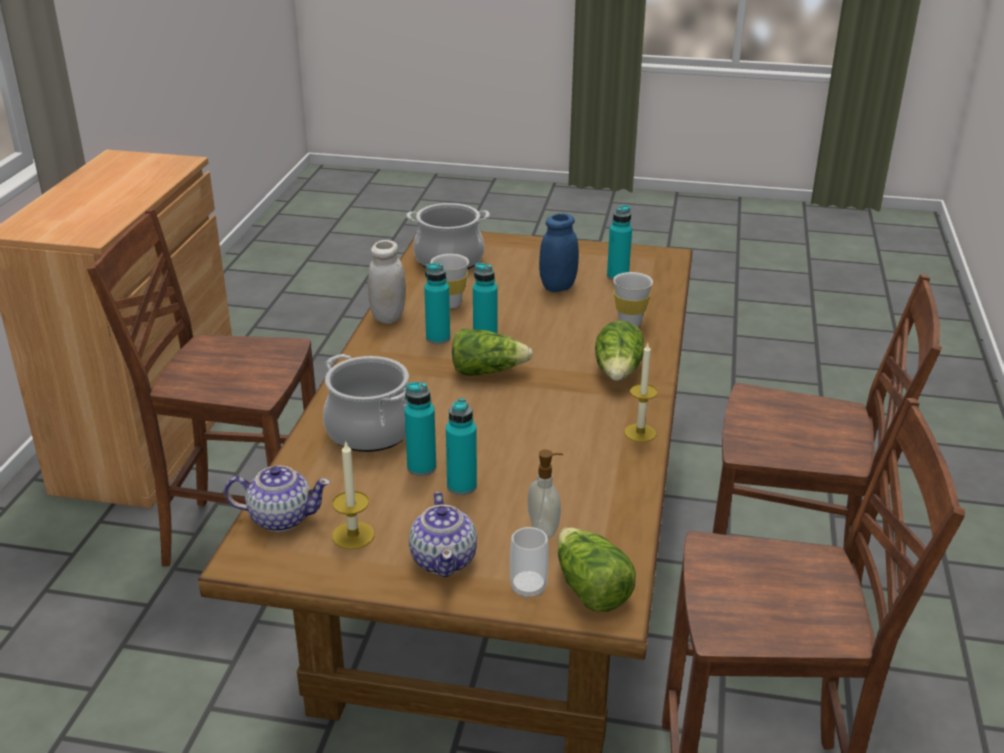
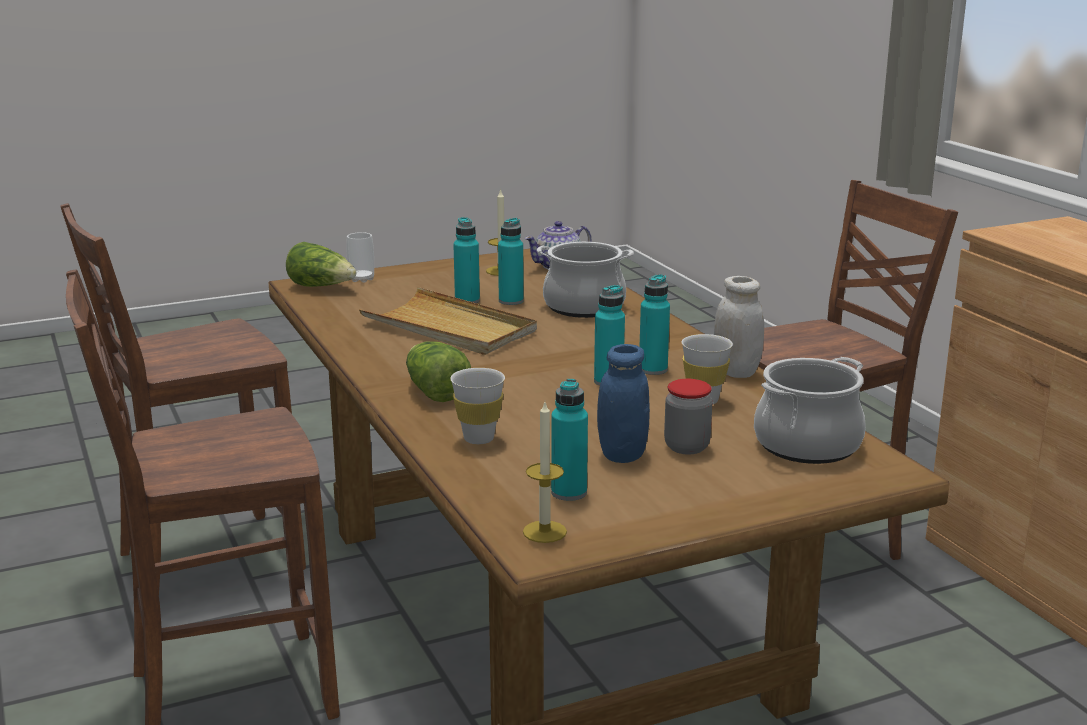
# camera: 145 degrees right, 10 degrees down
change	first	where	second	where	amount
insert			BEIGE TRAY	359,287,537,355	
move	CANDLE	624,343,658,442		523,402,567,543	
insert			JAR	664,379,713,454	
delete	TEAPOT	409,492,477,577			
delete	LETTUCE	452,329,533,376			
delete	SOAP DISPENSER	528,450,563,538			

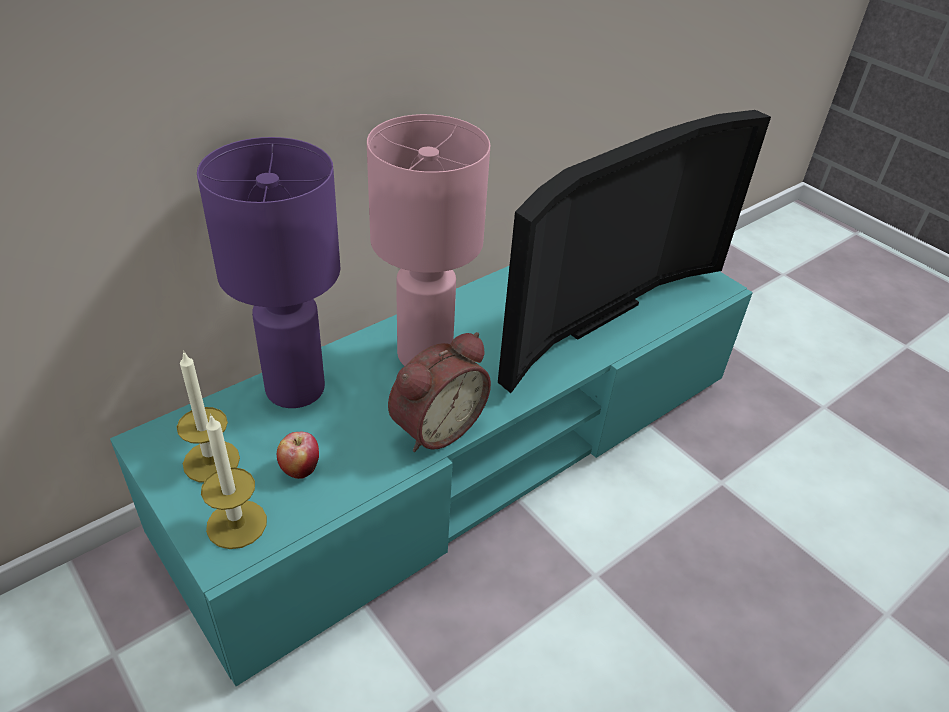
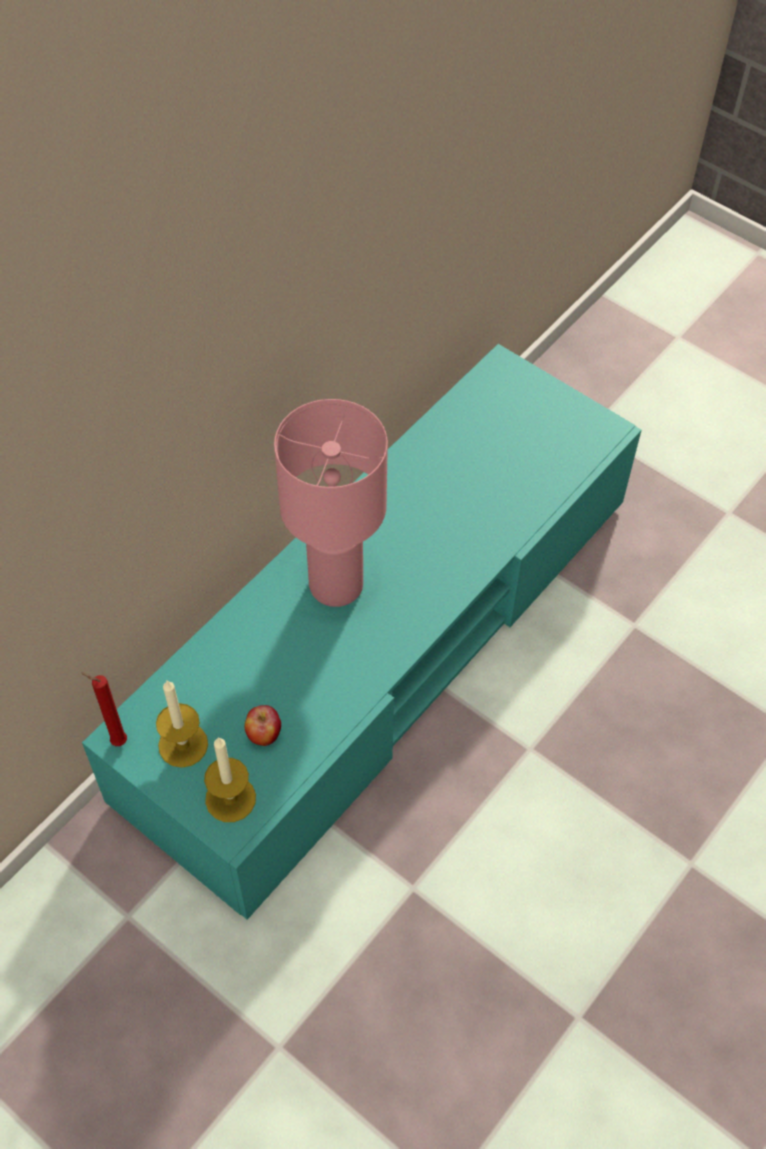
# camera: 10 degrees left, 15 degrees up
change	first	where	second	where	amount
insert			RED CANDLE	81,672,127,746	
delete	PURPLE TABLE LAMP	197,137,340,408			
delete	ALARM CLOCK	388,332,491,452			
delete	TELEVISION	498,110,771,393			

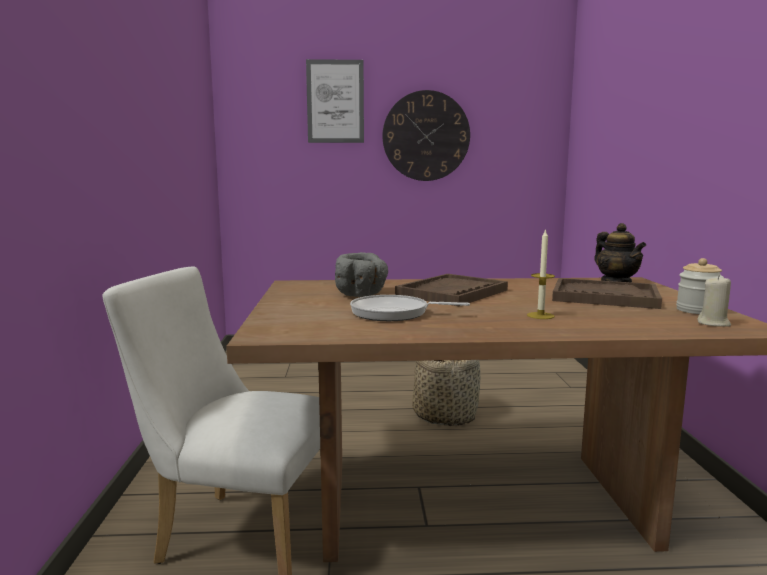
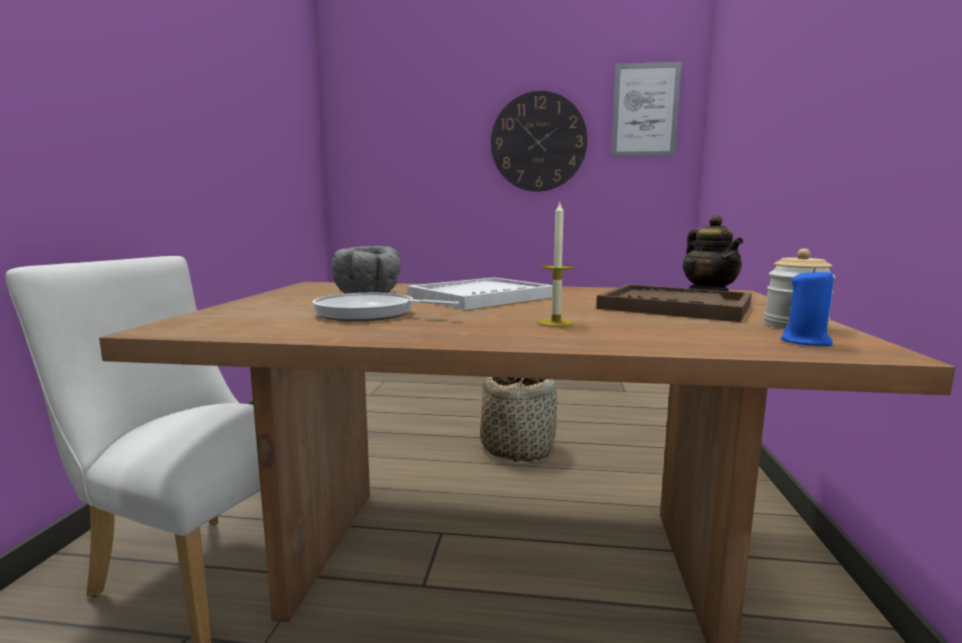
# camera: 10 degrees right, 0 degrees up
change	first	where	second	where	amount
recolor	BROWN TRAY	395,274,508,306	WHITE TRAY	407,277,553,310	
move	PICTURE	306,59,364,143		611,62,682,157	
recolor	BEIGE CANDLE	697,275,731,327	BLUE CANDLE	781,267,834,346	

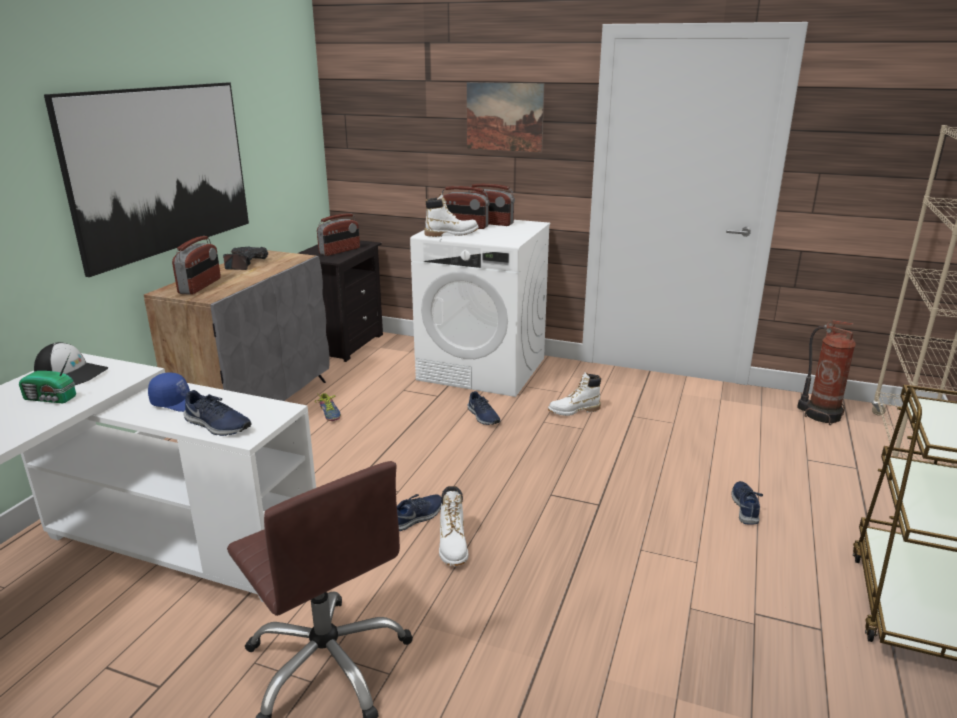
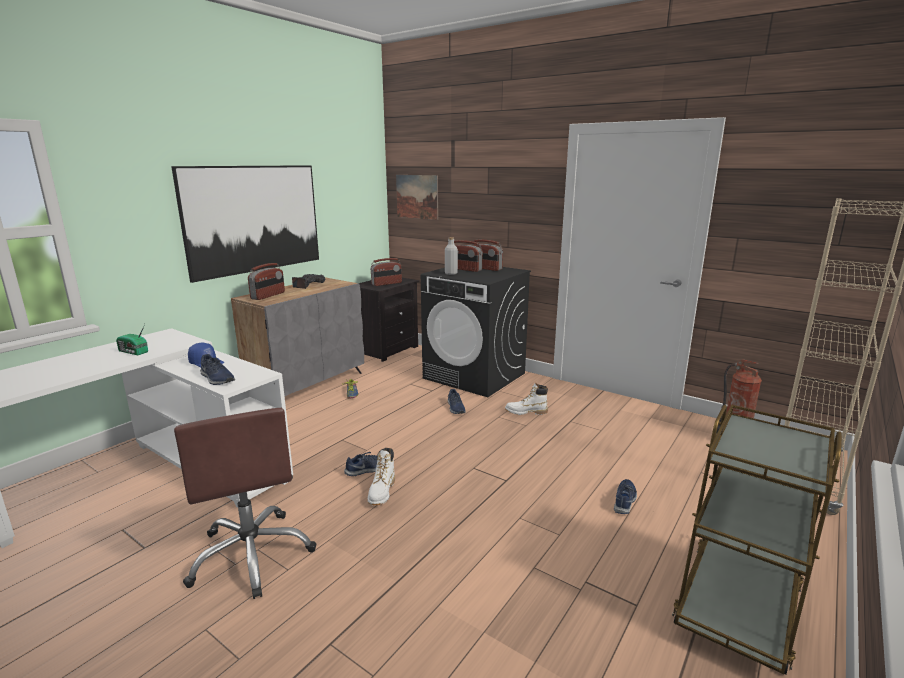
# camera: 15 degrees right, 5 degrees down
change	first	where	second	where	amount
move	PICTURE	467,82,545,152		396,175,438,220	
recolor	WHITE WASHING MACHINE	410,220,550,397	BLACK WASHING MACHINE	421,267,531,397	
replace	WHITE BOOT	424,193,479,237	GREY BOTTLE	445,237,458,275	
delete	CAP	34,342,108,385			

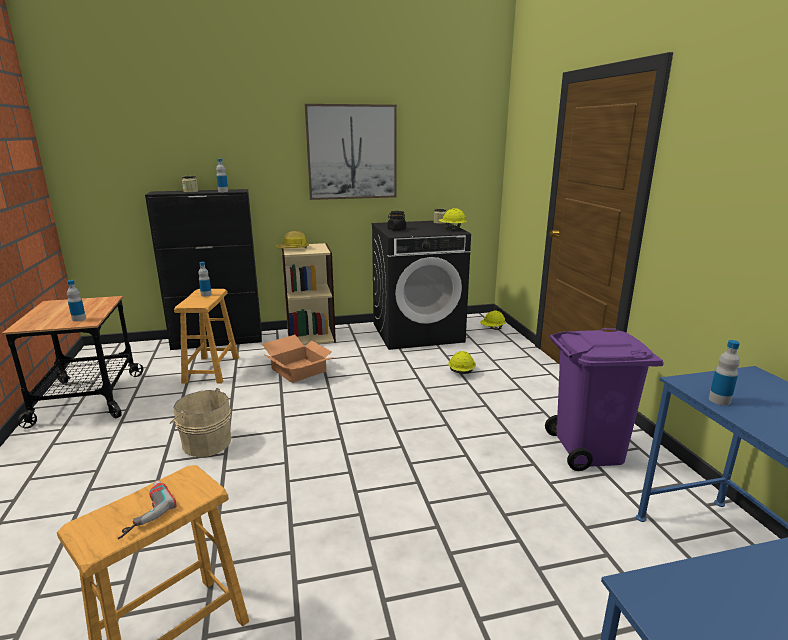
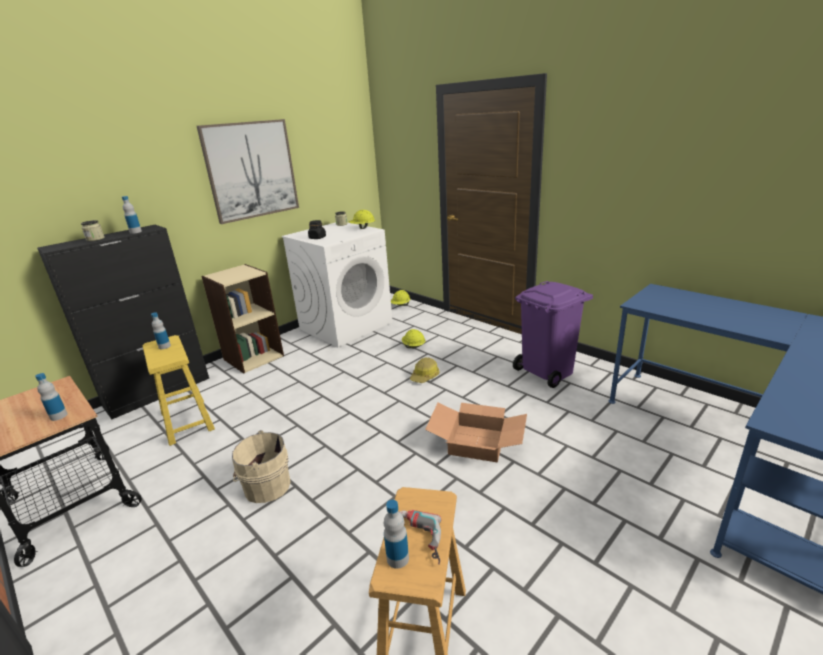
# camera: 30 degrees left, 5 degrees up
change	first	where	second	where	amount
recolor	BROWN STOOL	174,289,239,384	YELLOW STOOL	142,335,215,446	
recolor	BLACK WASHING MACHINE	372,221,471,350	WHITE WASHING MACHINE	282,223,393,347	
move	BOTTLE	709,340,740,405		384,500,409,569	
move	HARD HAT	276,231,309,248		410,357,440,383	
move	CARDBOARD BOX	262,335,334,383		425,403,527,463	

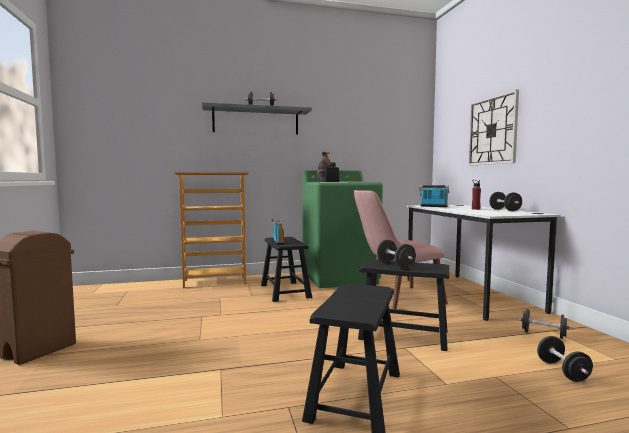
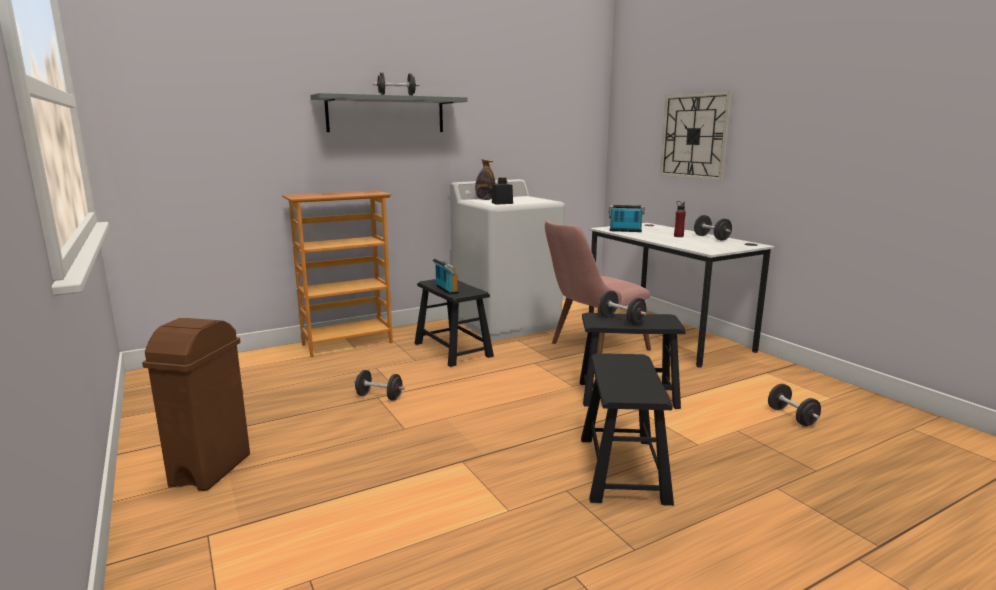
# camera: 15 degrees left, 10 degrees up
change	first	where	second	where	amount
move	BLACK DUMBBELL	517,309,574,339		354,370,405,401	
recolor	GREEN WASHING MACHINE	302,170,383,288	WHITE WASHING MACHINE	450,179,565,341	

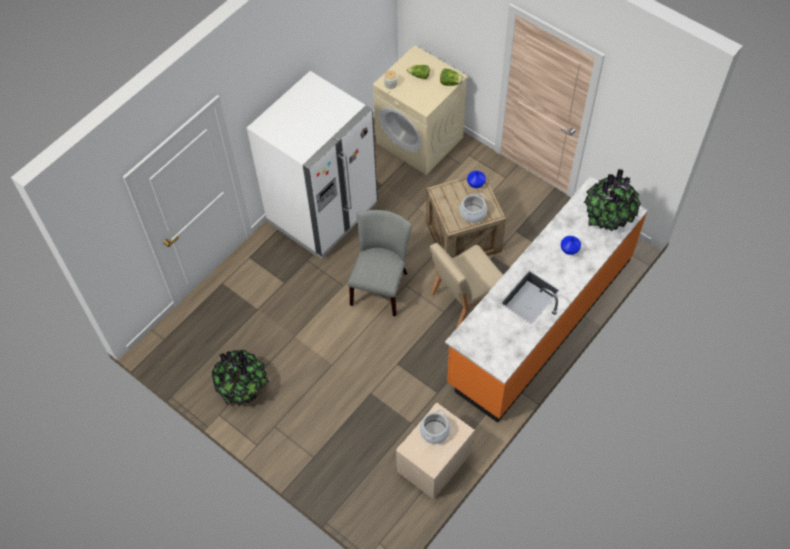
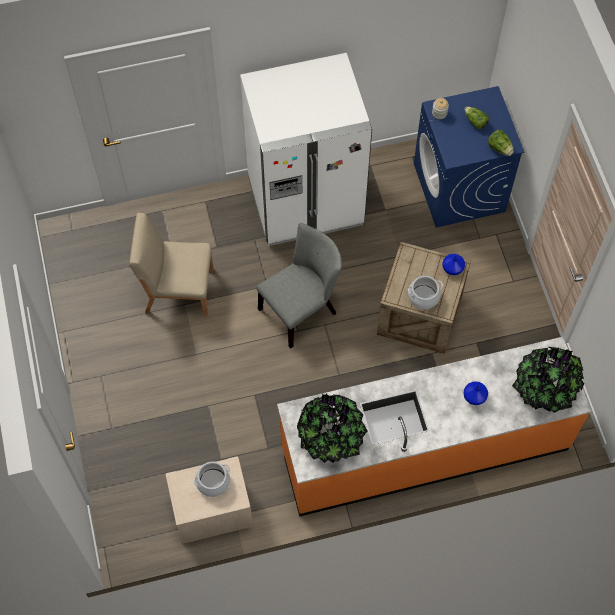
# camera: 35 degrees right, 5 degrees up
change	first	where	second	where	amount
move	BEIGE CHAIR	430,243,503,327		129,213,213,317	
move	POTTED PLANT	212,350,269,406		297,393,367,463	
recolor	BEIGE WASHING MACHINE	373,45,468,175	BLUE WASHING MACHINE	414,86,524,228	

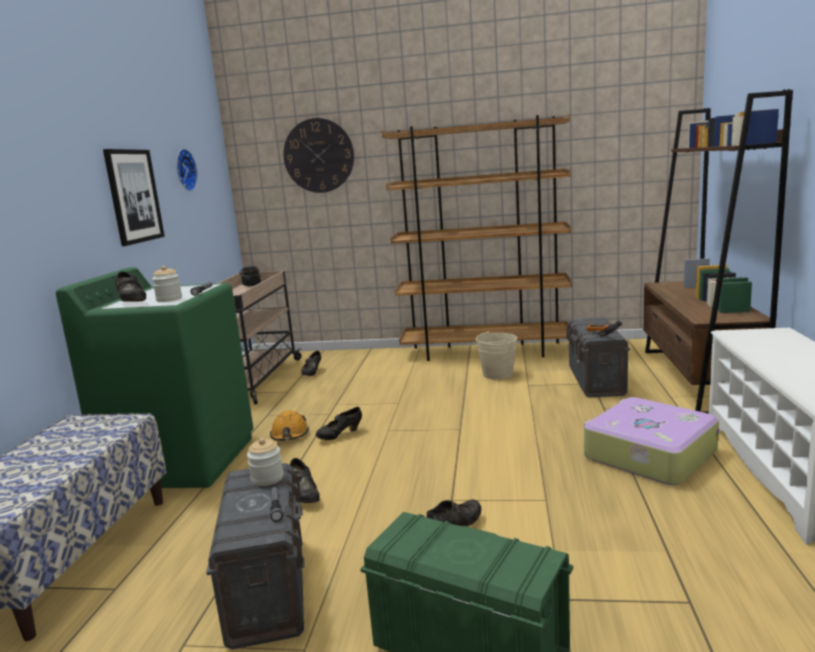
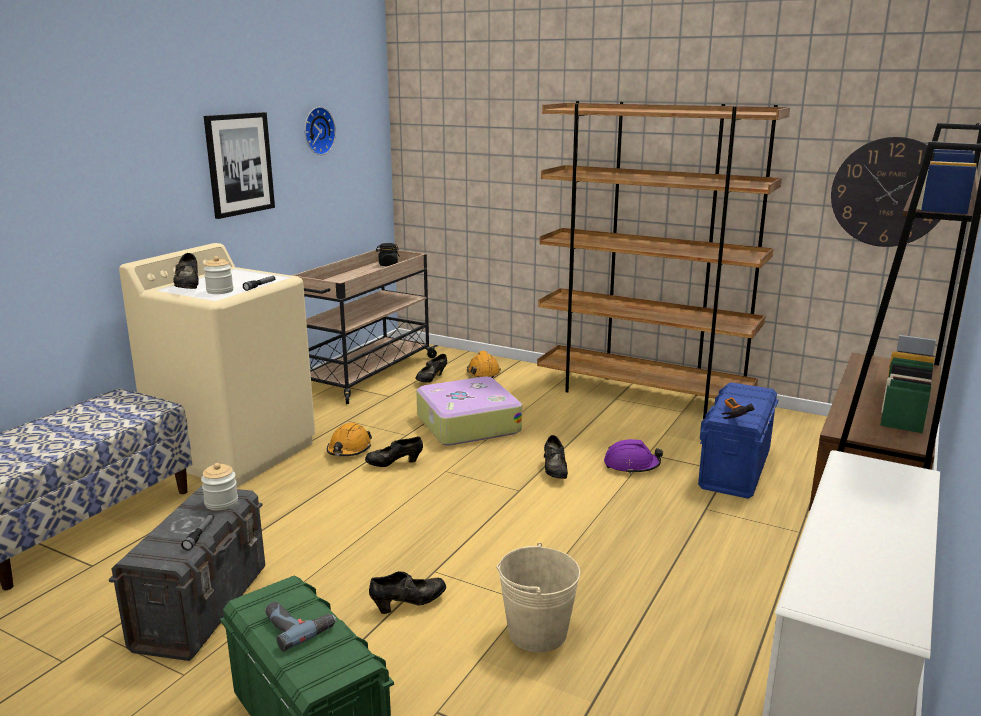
# camera: 20 degrees right, 5 degrees up
change	first	where	second	where	amount
recolor	GREEN WASHING MACHINE	56,267,253,488	BEIGE WASHING MACHINE	119,243,315,487	
insert			POWER DRILL	265,602,336,652	
move	SUITCASE	584,397,719,485		416,377,522,446	
insert			ORANGE HARD HAT	467,351,501,378	
move	BEIGE BUCKET	476,331,517,380		496,543,580,652	
move	BLACK SHOE	290,458,320,503		544,435,568,479	
insert			PURPLE HARD HAT	604,439,663,474	
recolor	GREY STORAGE BOX	567,317,630,397	BLUE STORAGE BOX	698,382,778,499	
move	WALL CLOCK	283,118,354,193		831,137,940,247	

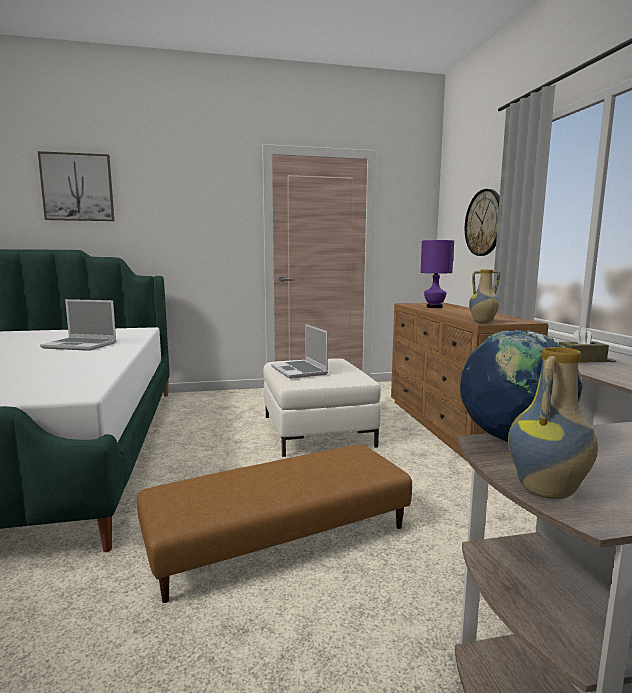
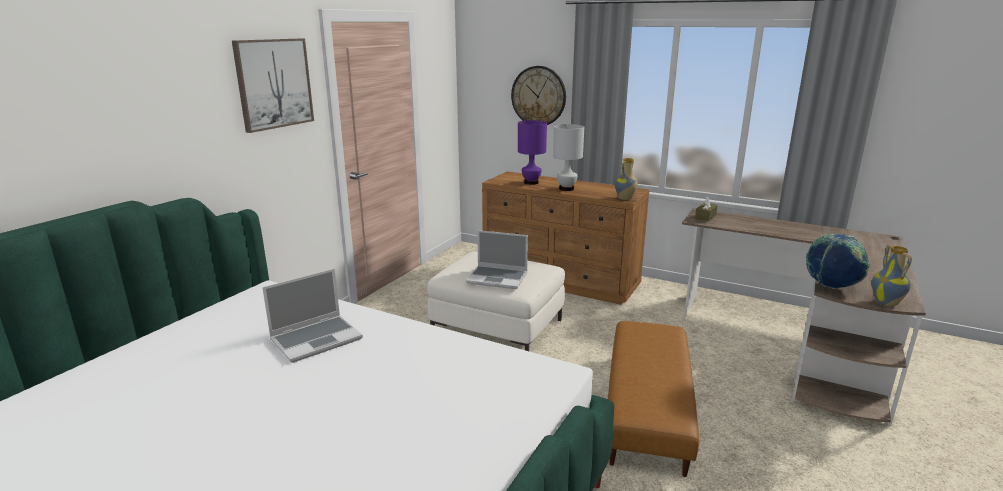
# camera: 50 degrees left, 10 degrees up
change	first	where	second	where	amount
move	PICTURE	38,151,114,221		232,39,314,133	
insert			WHITE TABLE LAMP	553,124,584,191	

